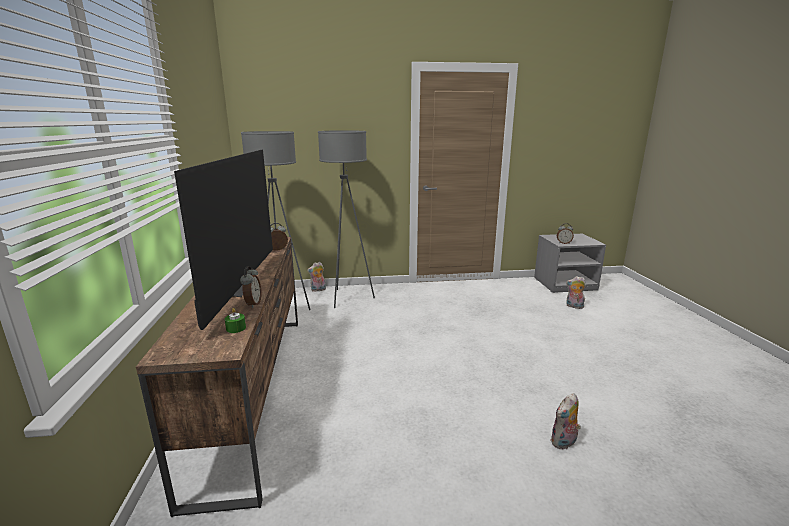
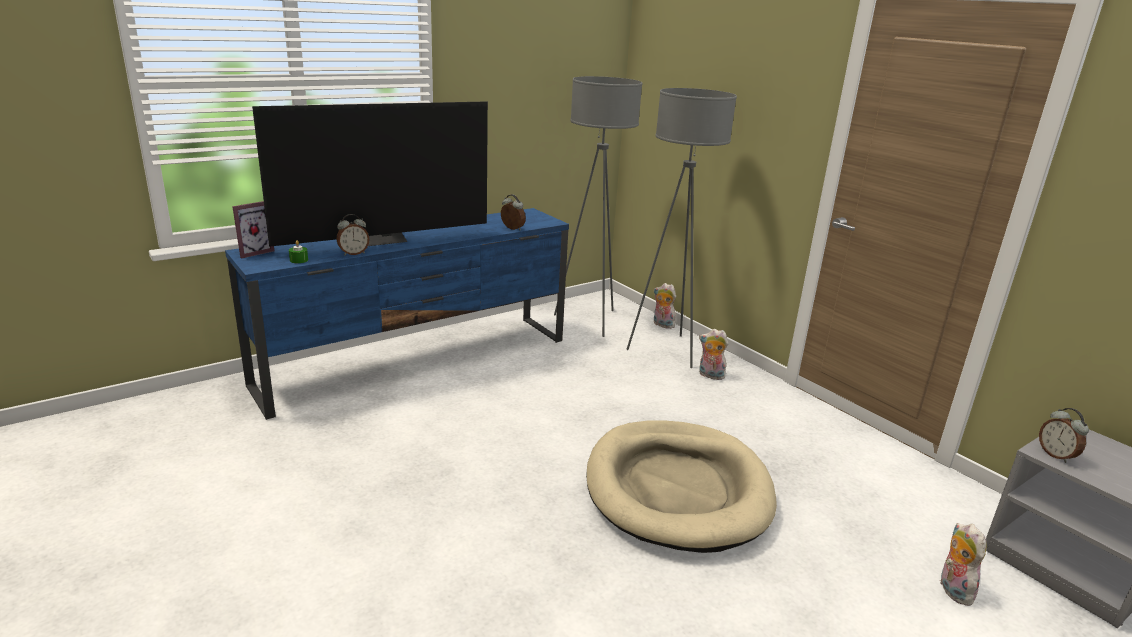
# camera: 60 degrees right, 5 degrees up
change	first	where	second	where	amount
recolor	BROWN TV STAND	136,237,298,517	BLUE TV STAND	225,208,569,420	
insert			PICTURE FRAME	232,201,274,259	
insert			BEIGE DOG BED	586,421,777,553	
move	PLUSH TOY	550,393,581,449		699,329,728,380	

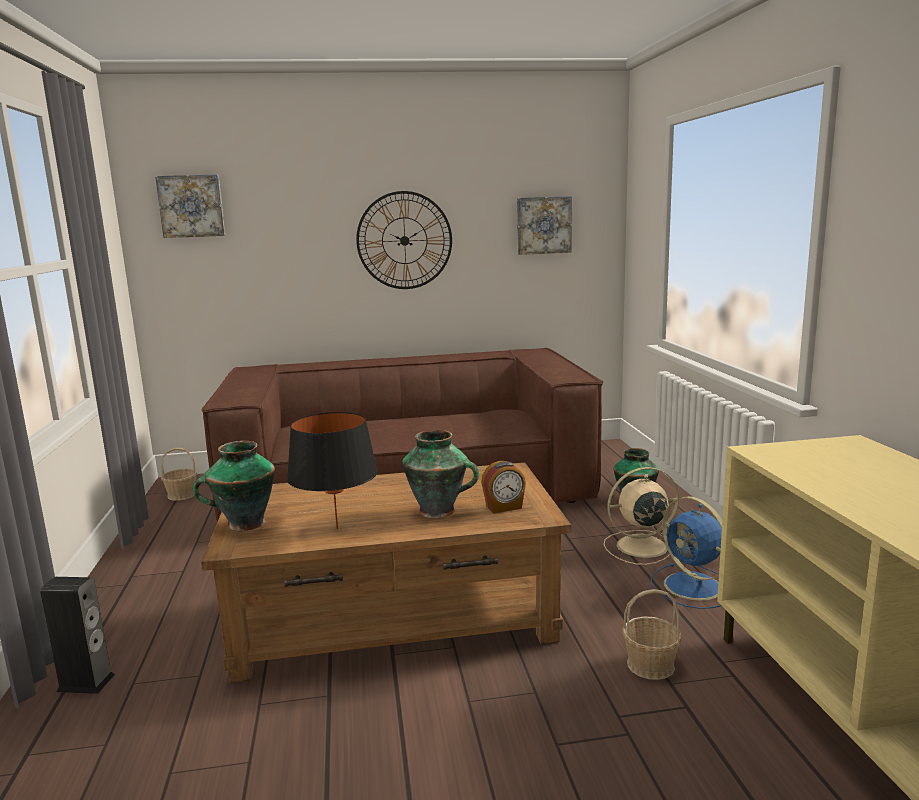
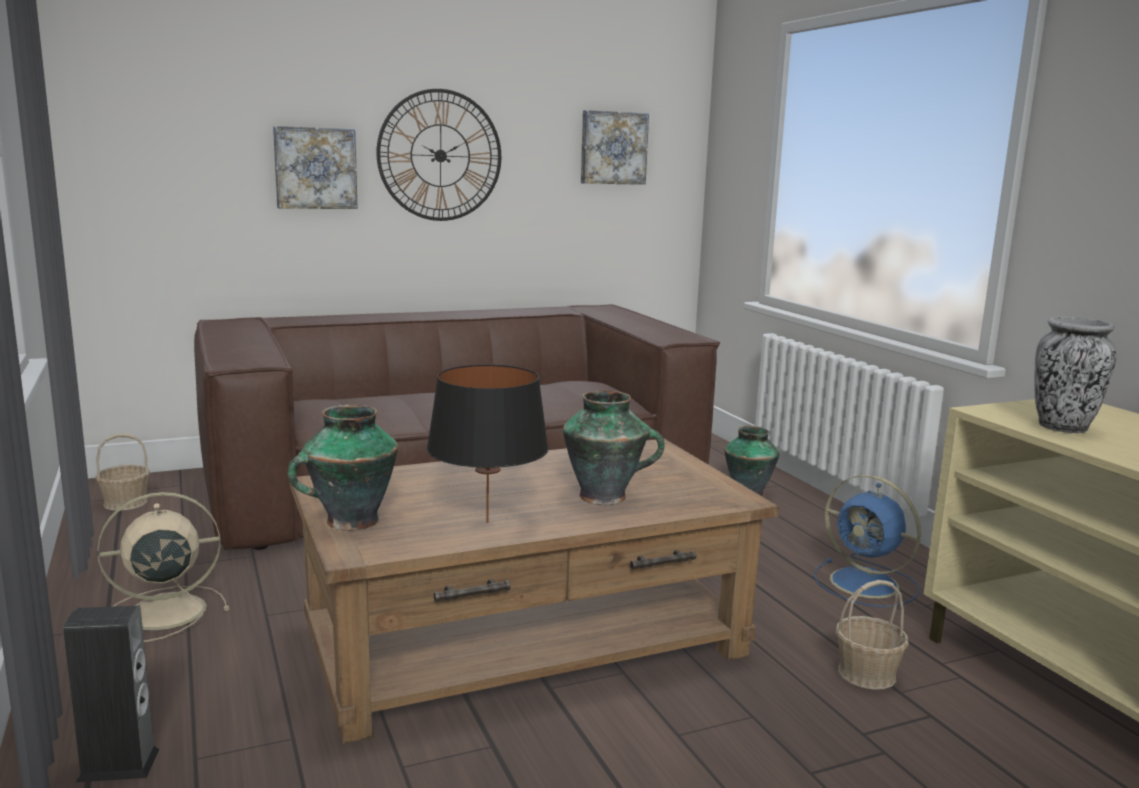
# camera: 15 degrees left, 0 degrees up
change	first	where	second	where	amount
move	BEIGE FAN	603,467,679,565		97,492,229,642	
move	PICTURE	155,174,225,238		273,126,358,209	
insert			VASE	1035,317,1117,433	
delete	ALARM CLOCK	481,461,526,514			

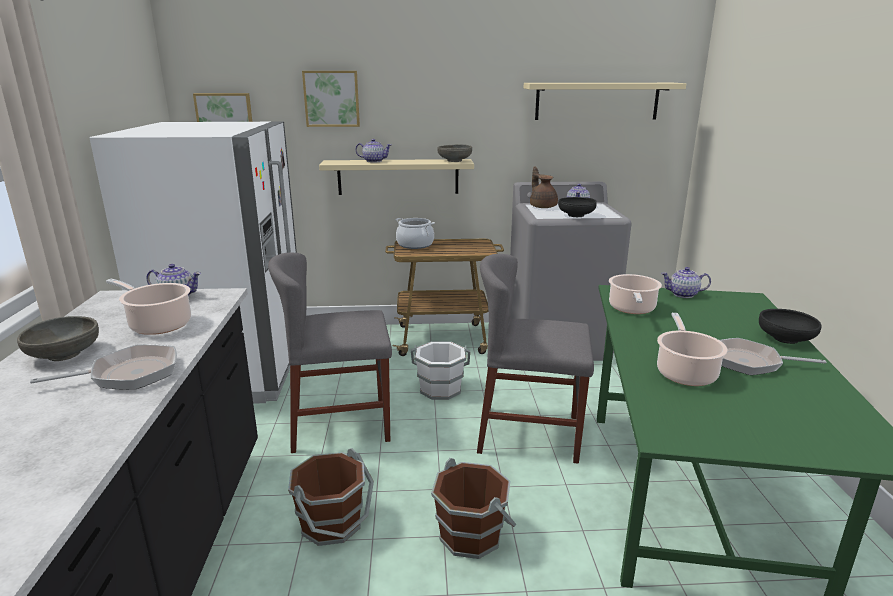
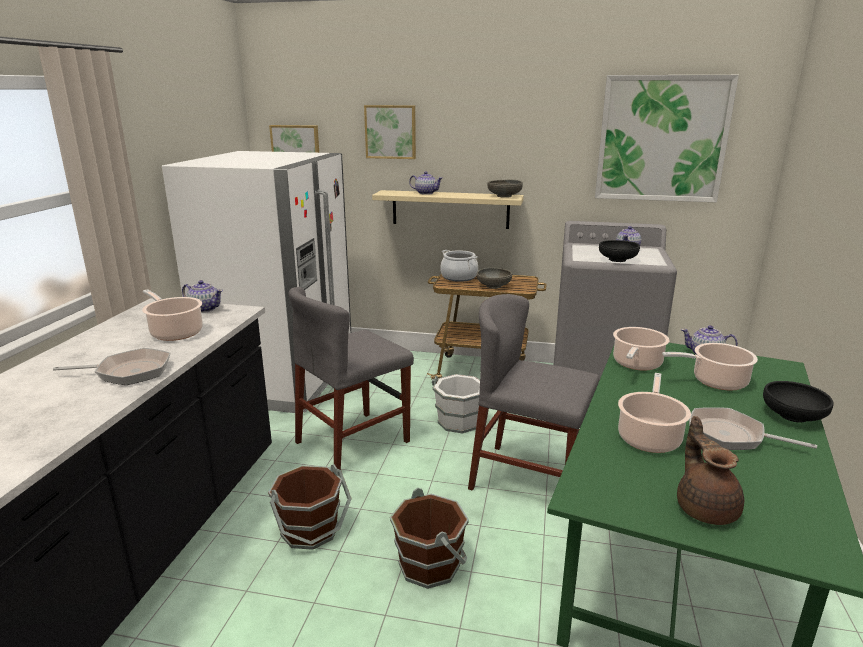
# camera: 15 degrees right, 0 degrees up
change	first	where	second	where	amount
rotate	GREY CHAIR	268,253,392,453		289,287,414,470	45 degrees counterclockwise
move	GREY BOWL	17,316,99,361		477,268,512,289	
replace	BEIGE SHELF	524,83,686,120	PICTURE	595,75,739,202	
insert			COOKING POT	662,343,758,390	
move	BROWN TEAPOT	530,166,558,208		677,416,744,525	

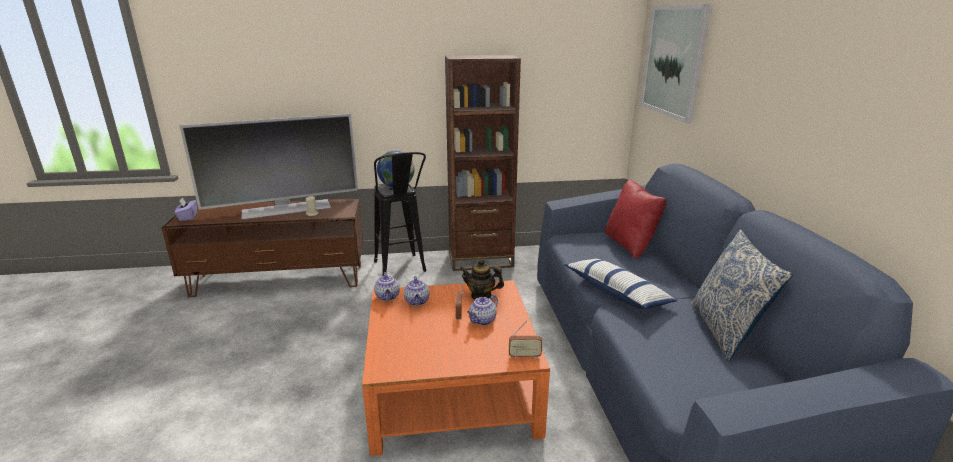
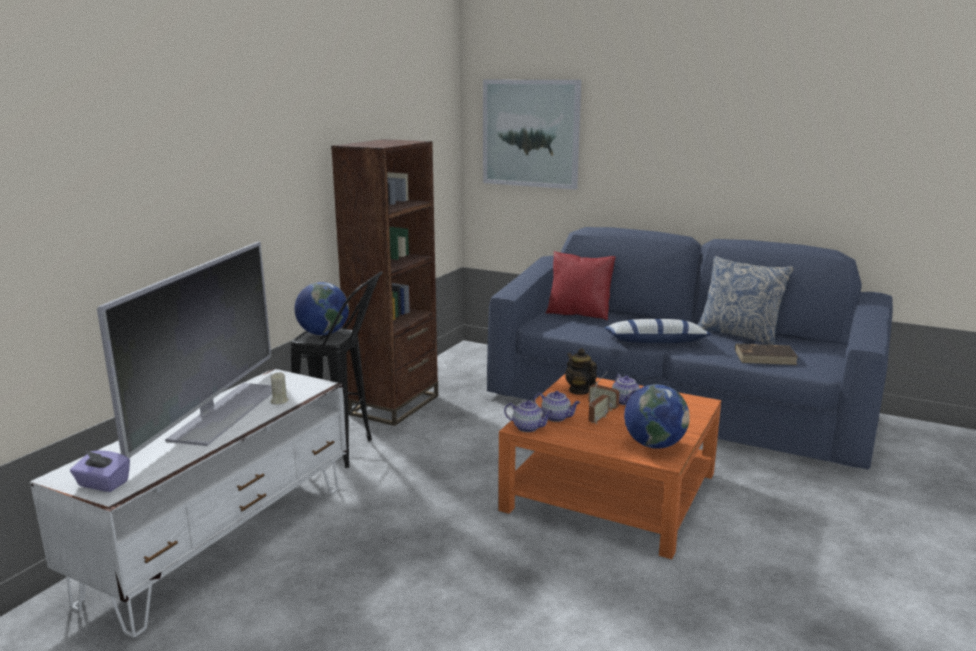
# camera: 55 degrees left, 5 degrees down
change	first	where	second	where	amount
recolor	BROWN TV STAND	162,198,363,297	WHITE TV STAND	30,369,347,637	
rotate	TEAPOT	460,259,504,299		565,348,597,395	105 degrees clockwise
move	RADIO	509,321,542,359		589,383,610,424	
insert			GLOBE	624,384,690,449	
insert			BROWN BOOK	735,344,798,365	

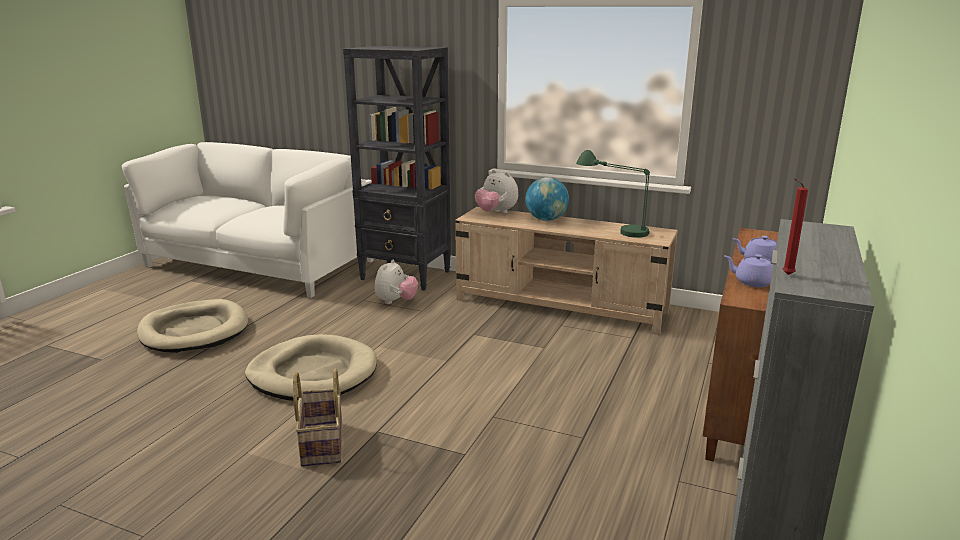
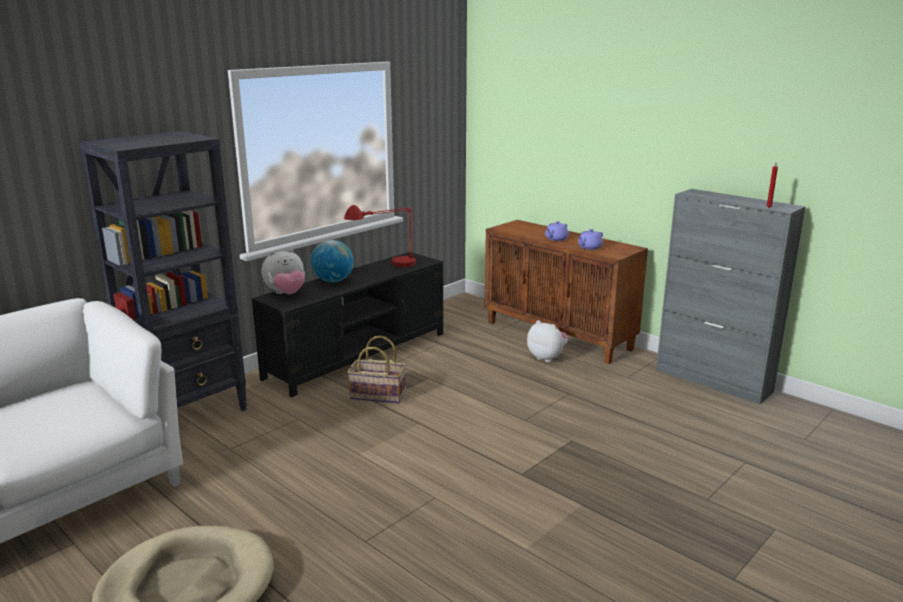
# camera: 70 degrees left, 0 degrees up
change	first	where	second	where	amount
recolor	BEIGE TV STAND	455,207,678,335	BLACK TV STAND	252,252,443,397	
recolor	GREEN TABLE LAMP	576,150,650,238	RED TABLE LAMP	344,205,416,267	
move	BASKET	293,369,342,467		347,336,406,404	
move	PLUSH TOY	375,260,418,304		527,320,568,362	
delete	BEIGE DOG BED	245,334,377,401			

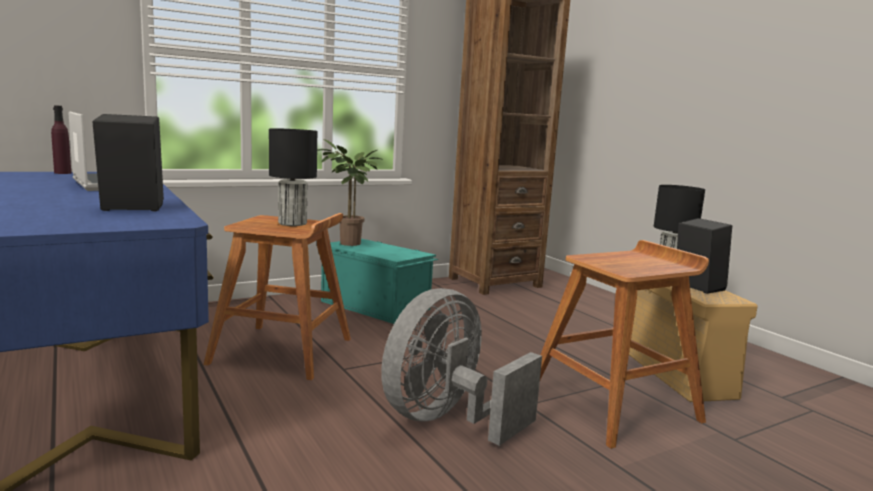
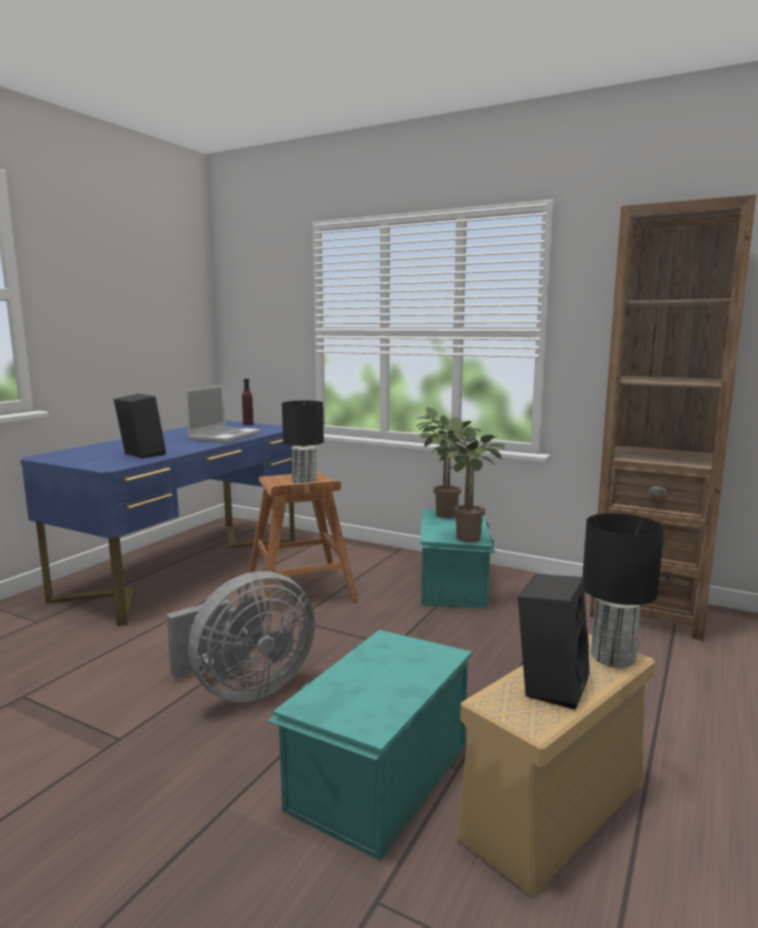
# camera: 60 degrees right, 0 degrees up
change	first	where	second	where	amount
rotate	GREY FAN	381,288,542,446		166,571,315,702	135 degrees clockwise
replace	BROWN STOOL	540,240,709,449	TURQUOISE STORAGE BOX	267,630,472,861	
insert			POTTED PLANT	434,417,506,542	

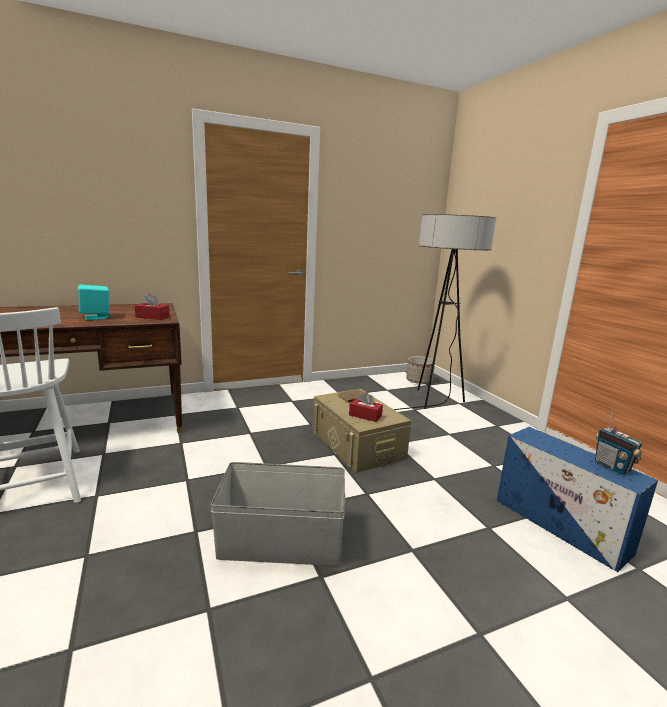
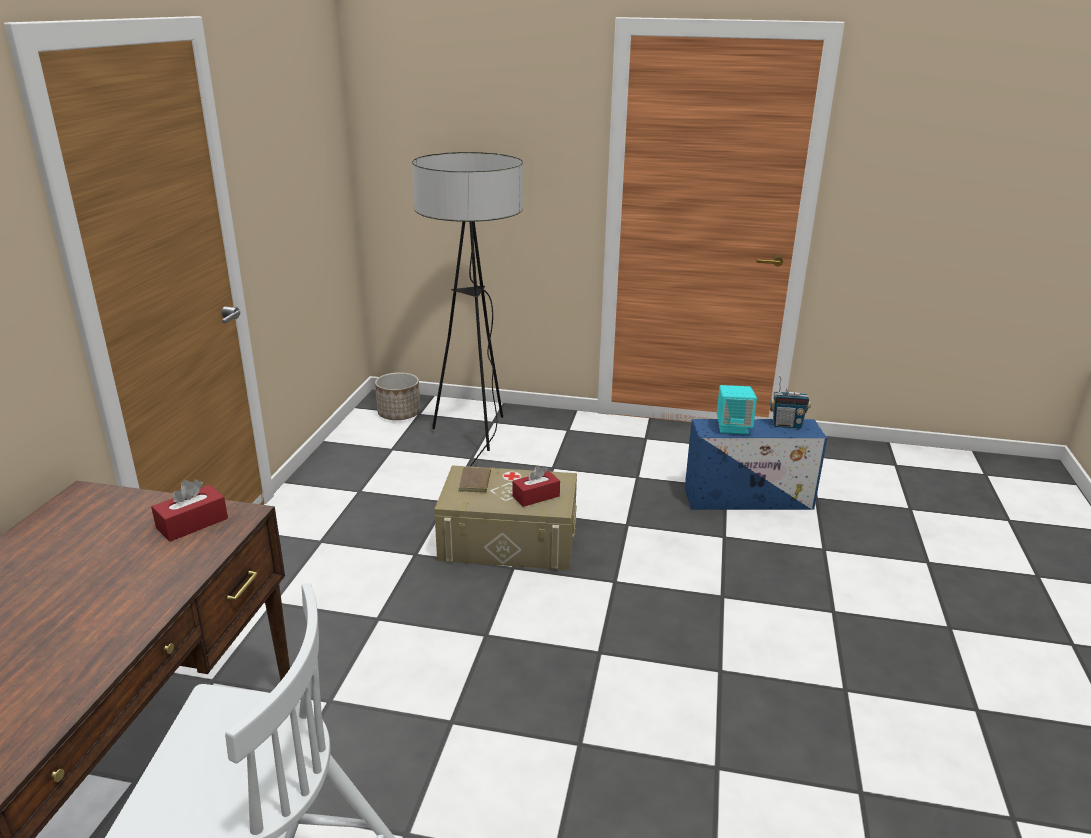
# camera: 55 degrees left, 10 degrees up
change	first	where	second	where	amount
move	TURQUOISE SPEAKER	78,285,109,320		717,385,757,434	
delete	GREY STORAGE BOX	210,462,345,566			

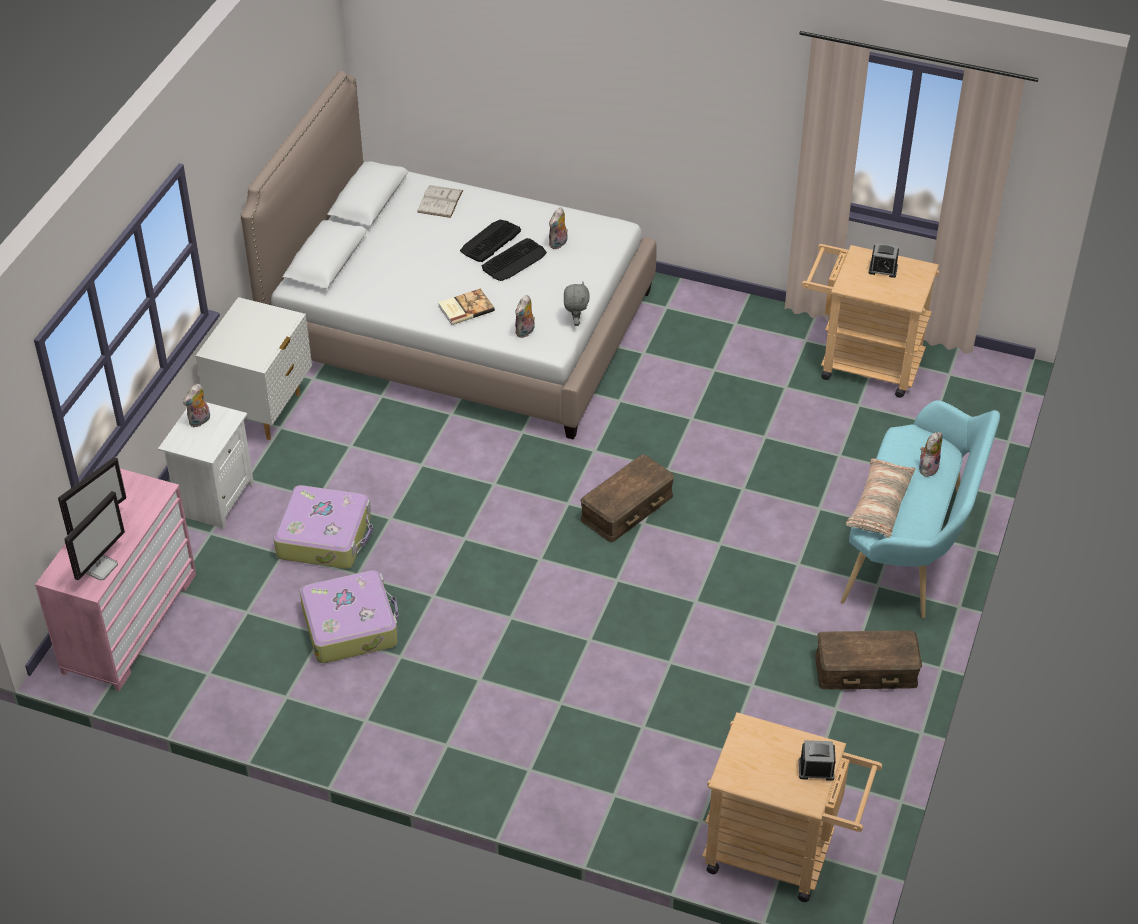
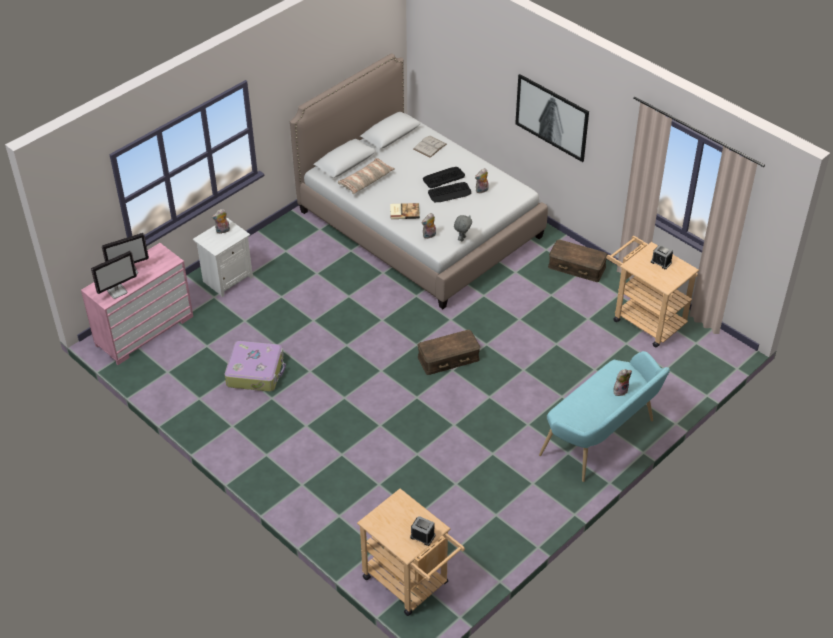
# camera: 25 degrees right, 0 degrees up
change	first	where	second	where	amount
move	PILLOW	846,458,915,538		338,158,395,194	
insert			PICTURE	515,74,589,162	
move	BROWN STORAGE BOX	815,630,922,690		548,240,608,282	
delete	WHITE NIGHTSTAND	196,297,312,440			
delete	SUITCASE	274,485,373,569			

